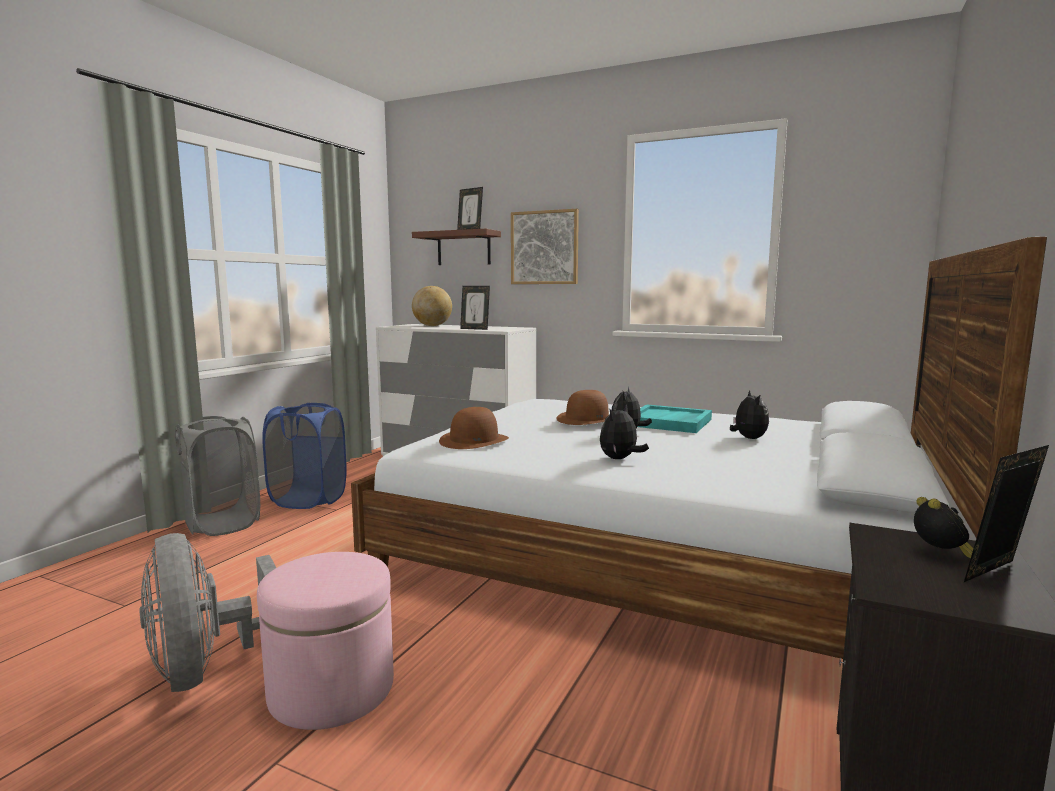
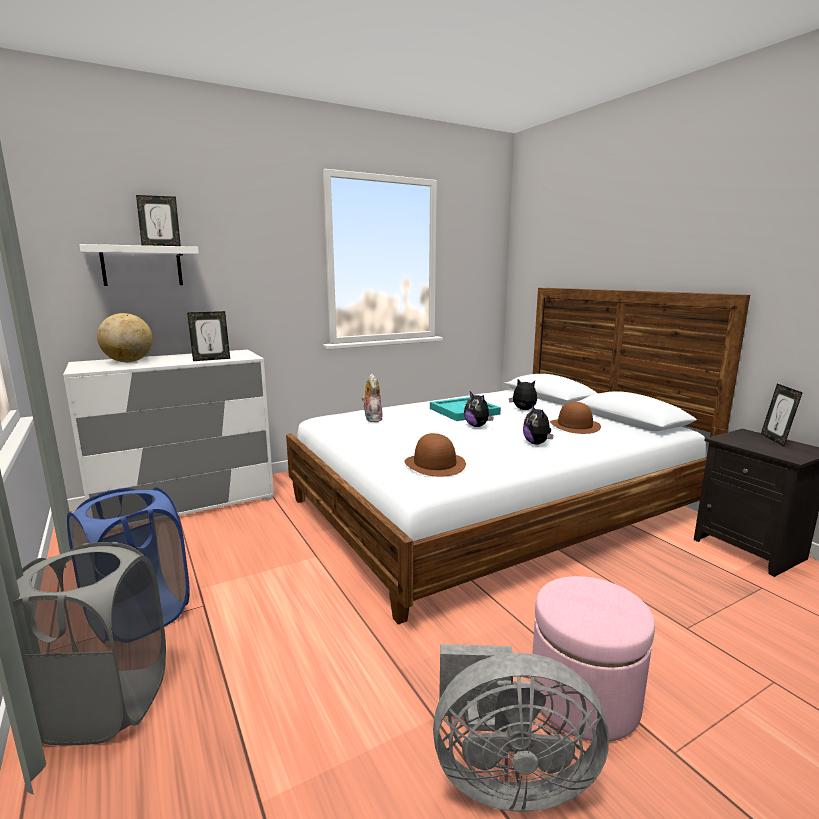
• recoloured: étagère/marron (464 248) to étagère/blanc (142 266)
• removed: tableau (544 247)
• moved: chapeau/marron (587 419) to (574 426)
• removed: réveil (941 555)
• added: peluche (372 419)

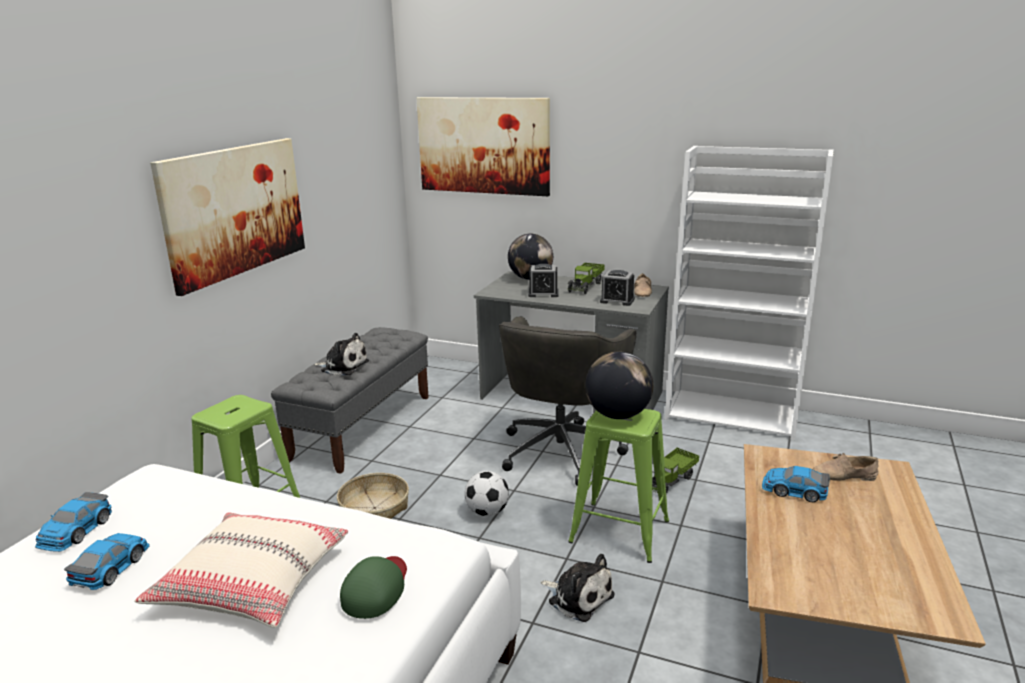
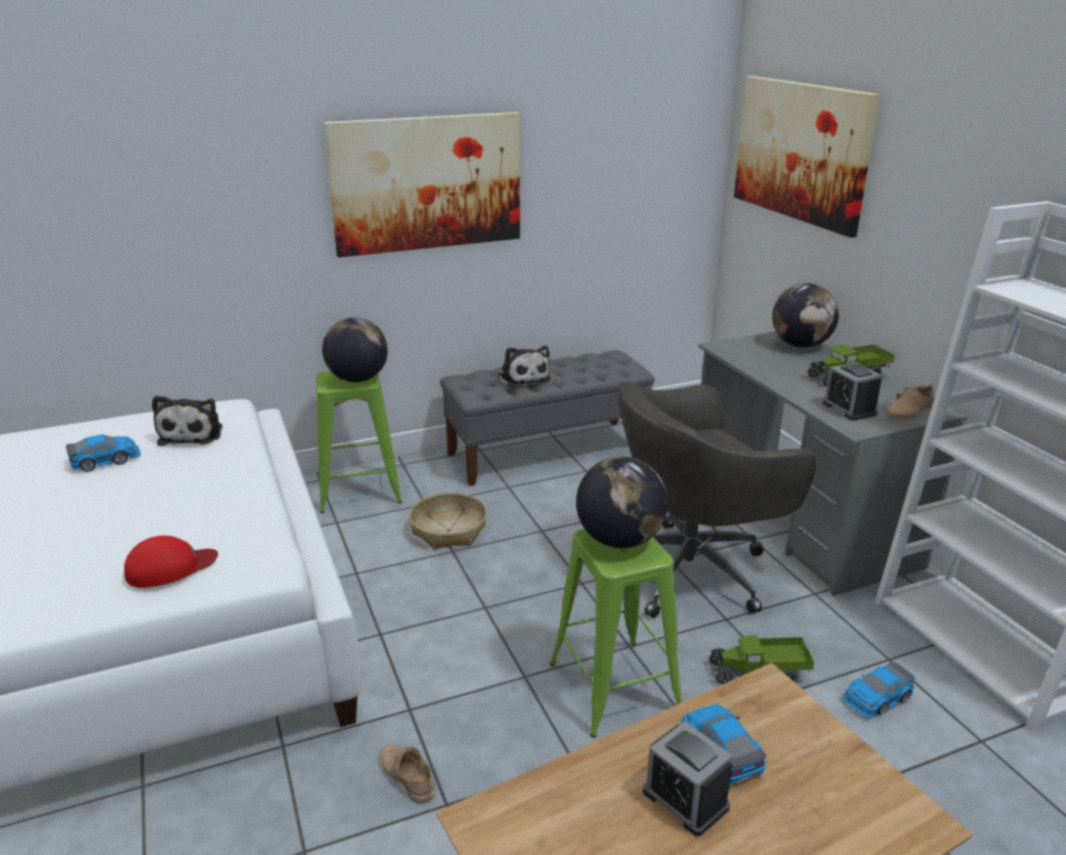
• moved: petite voiture (76 531) to (877 698)
• removed: coussin/beige (251 583)
• recoloured: casquette/vert (376 588) to casquette/rouge (170 567)
• removed: ballon de foot (487 512)
• moved: réveil (543 293) to (685 799)
• moved: peluche (578 597) to (193 434)
• moved: chaussure/beige (844 476) to (406 777)
• added: globe (358 379)

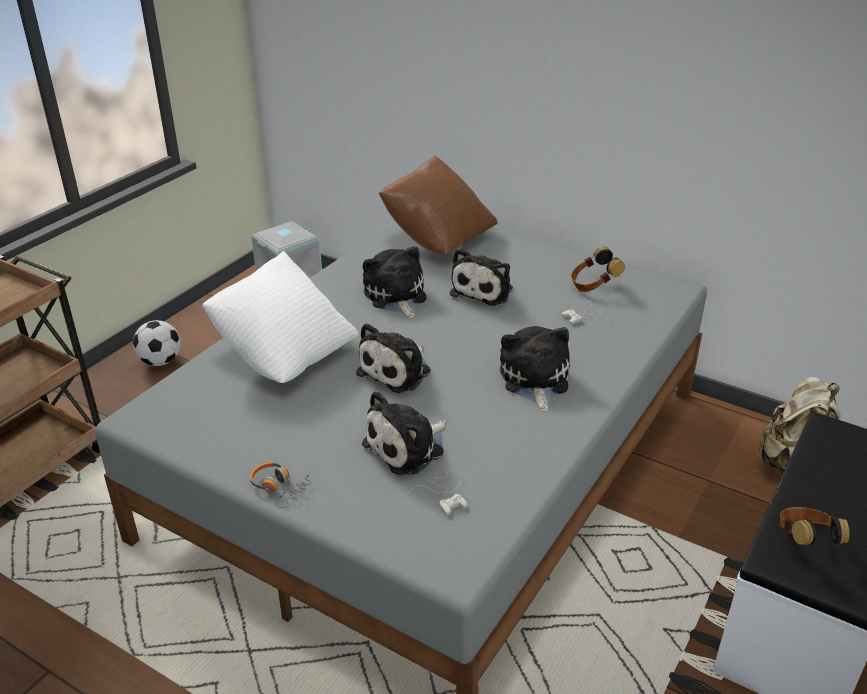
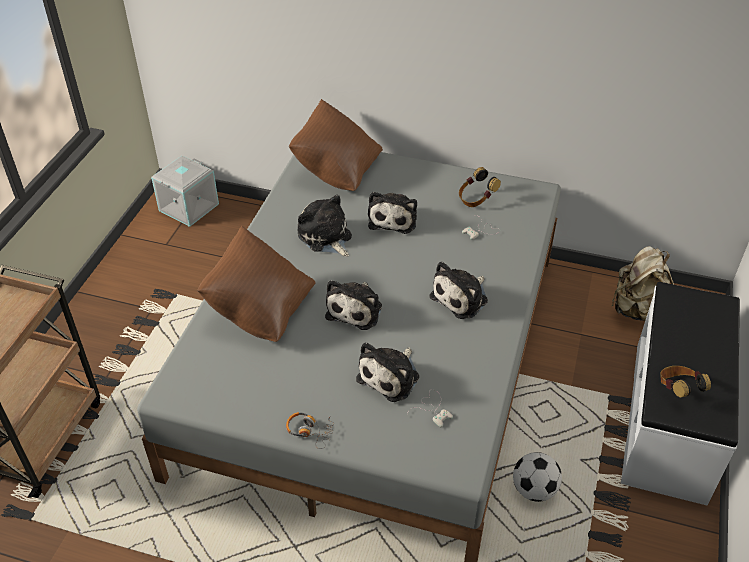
• moved: ballon de foot (160 361) to (534 489)
• recoloured: coussin/blanc (284 354) to coussin/marron (260 310)
• turned: peluche (534 380) = (461 298) 120 degrees counterclockwise

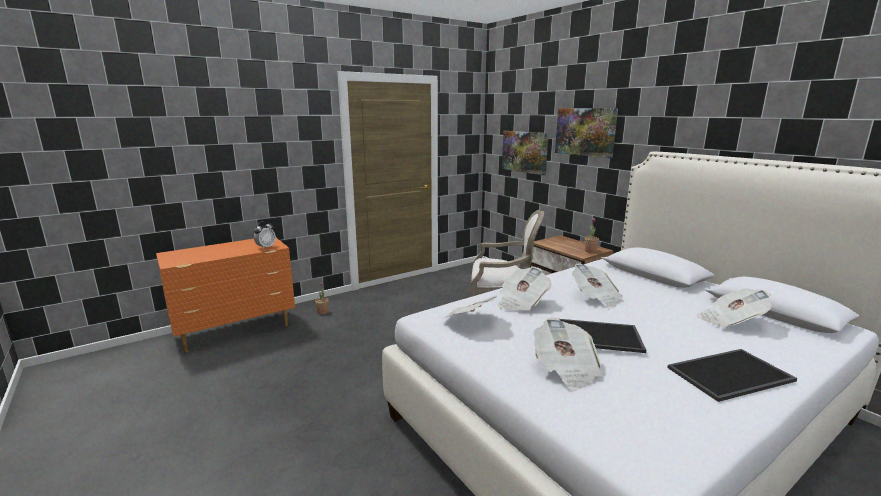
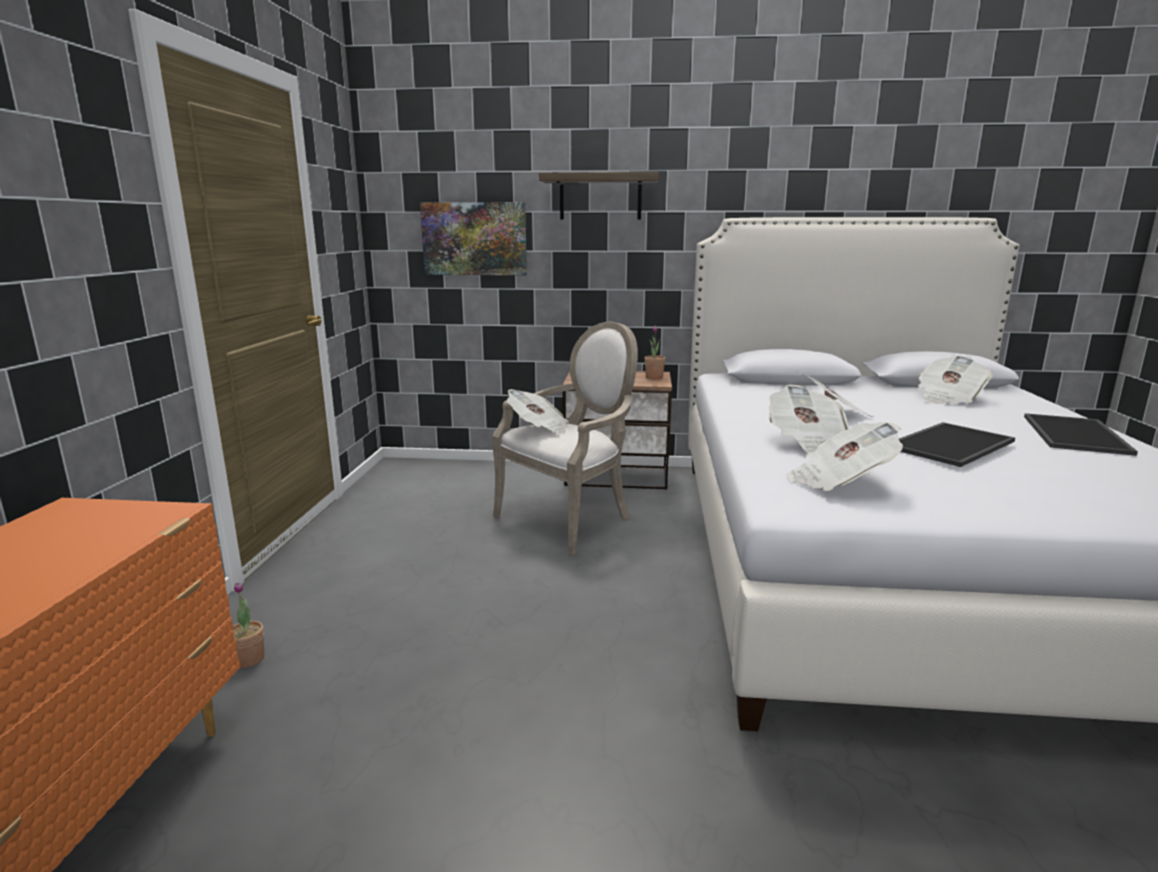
• removed: réveil (266 247)
• moved: journal (565 369) to (539 428)
• replaced: tableau (585 132) to étagère (600 197)

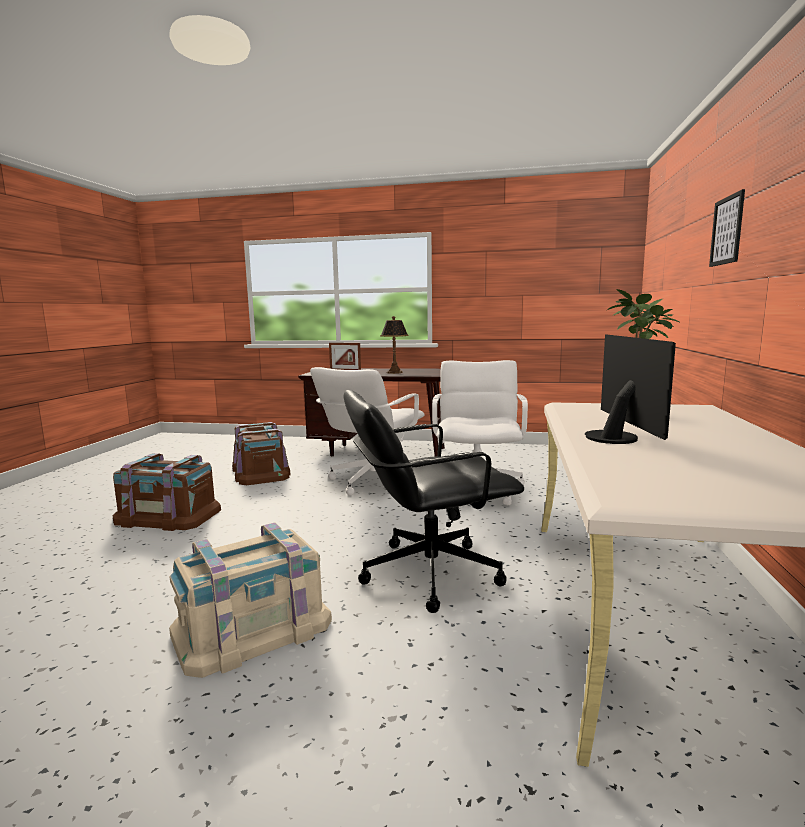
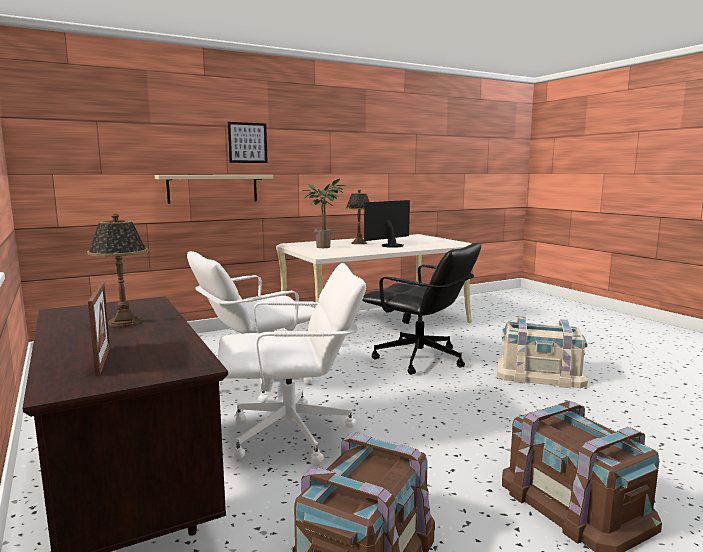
• added: étagère/beige (213 188)
• added: lampe de table (358 243)

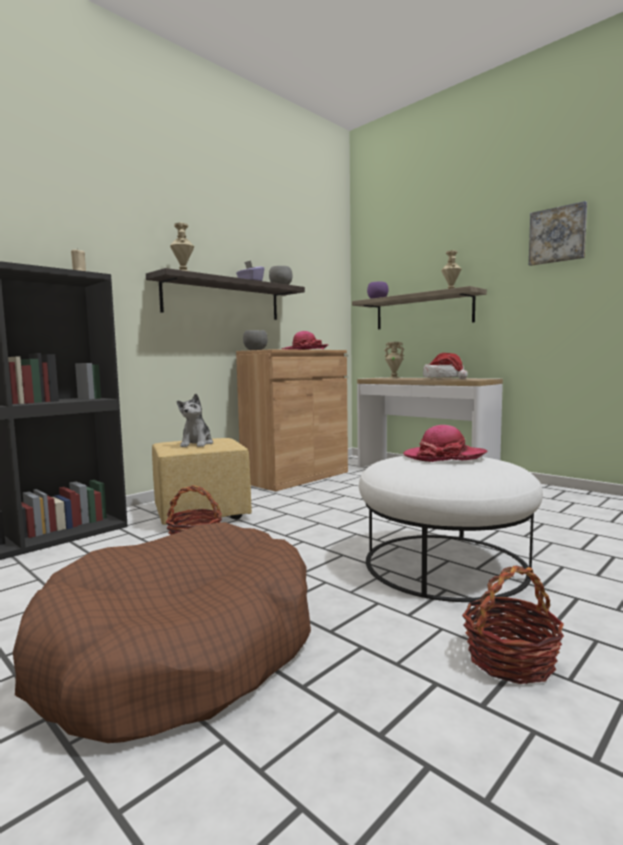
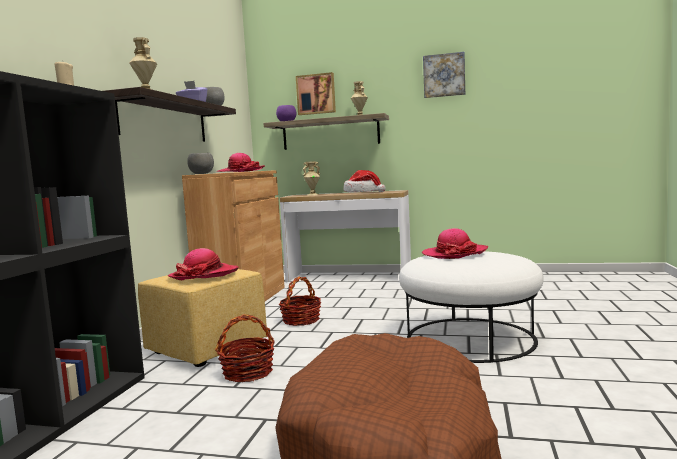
• replaced: peluche (197 444) to chapeau (204 275)
• moved: panier (510 660) to (301 320)
• added: tableau (316 94)

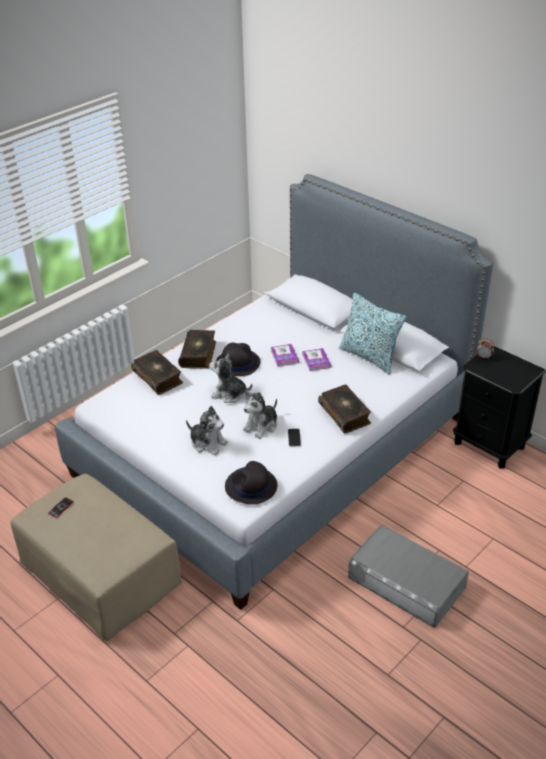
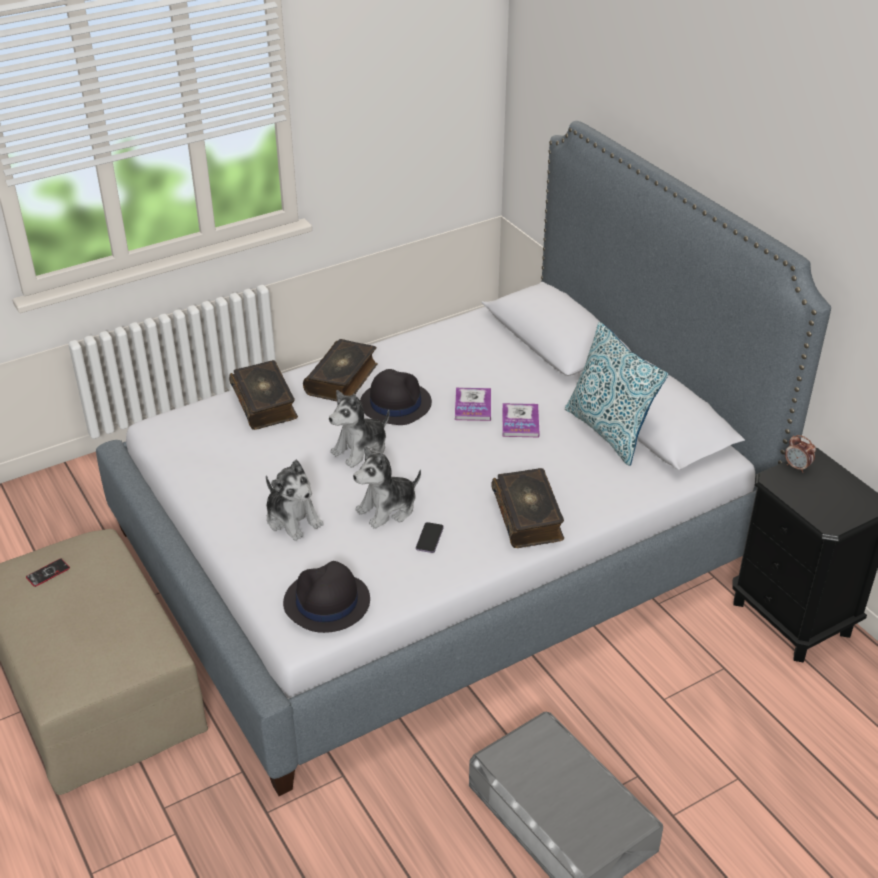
• turned: peluche (229 394) = (361 449) 75 degrees counterclockwise

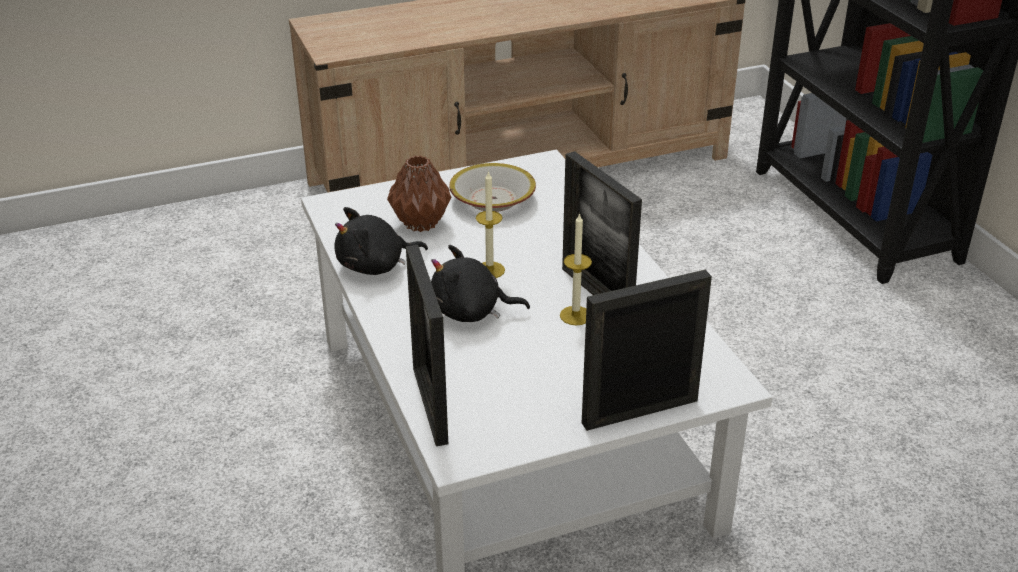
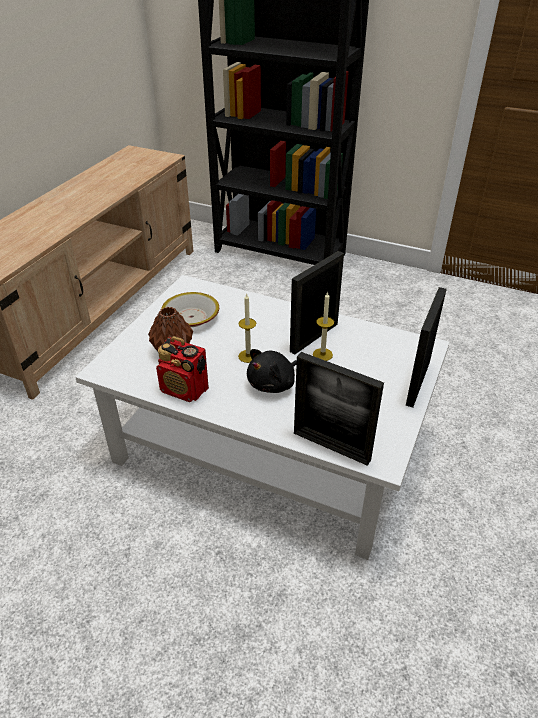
• replaced: peluche/noir (375 266) to radio (185 390)
• turned: cadre photo (596 293) = (314 337) 120 degrees clockwise

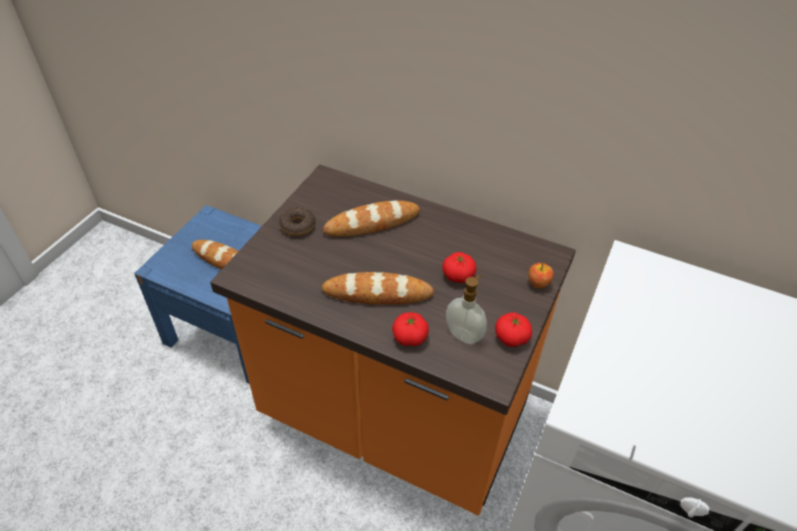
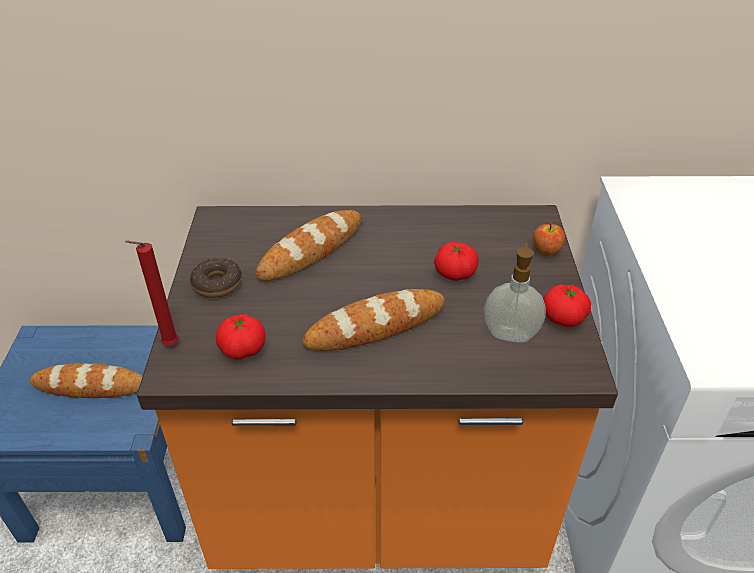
• moved: tomate (410 337) to (243 349)
• added: bougie/rouge (168 345)

